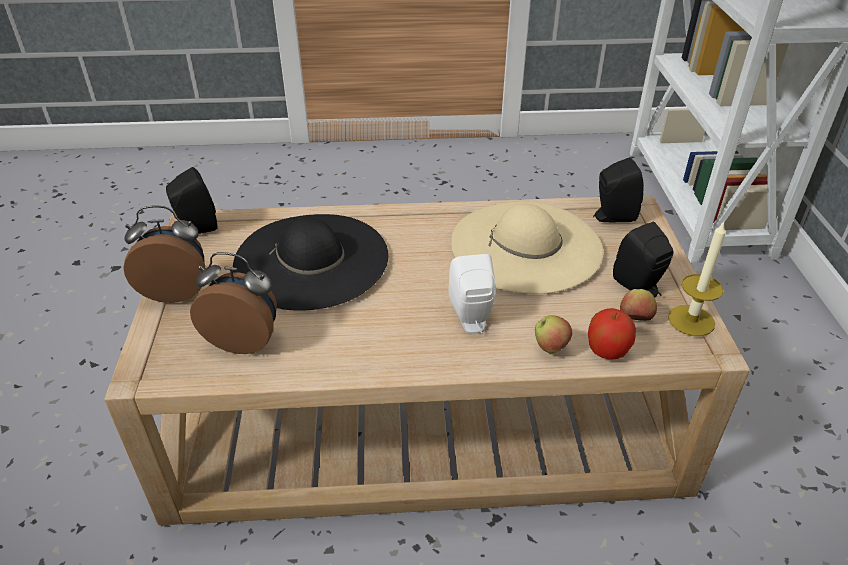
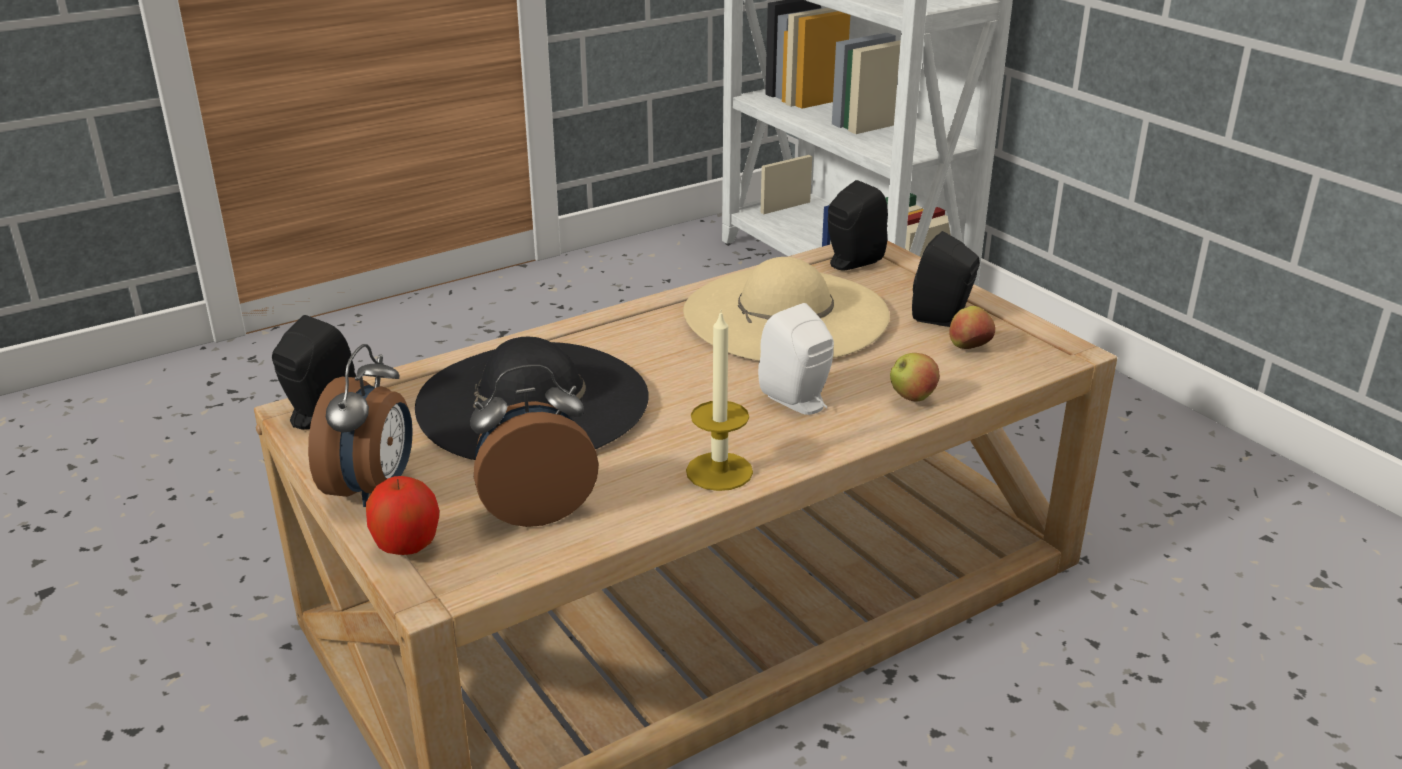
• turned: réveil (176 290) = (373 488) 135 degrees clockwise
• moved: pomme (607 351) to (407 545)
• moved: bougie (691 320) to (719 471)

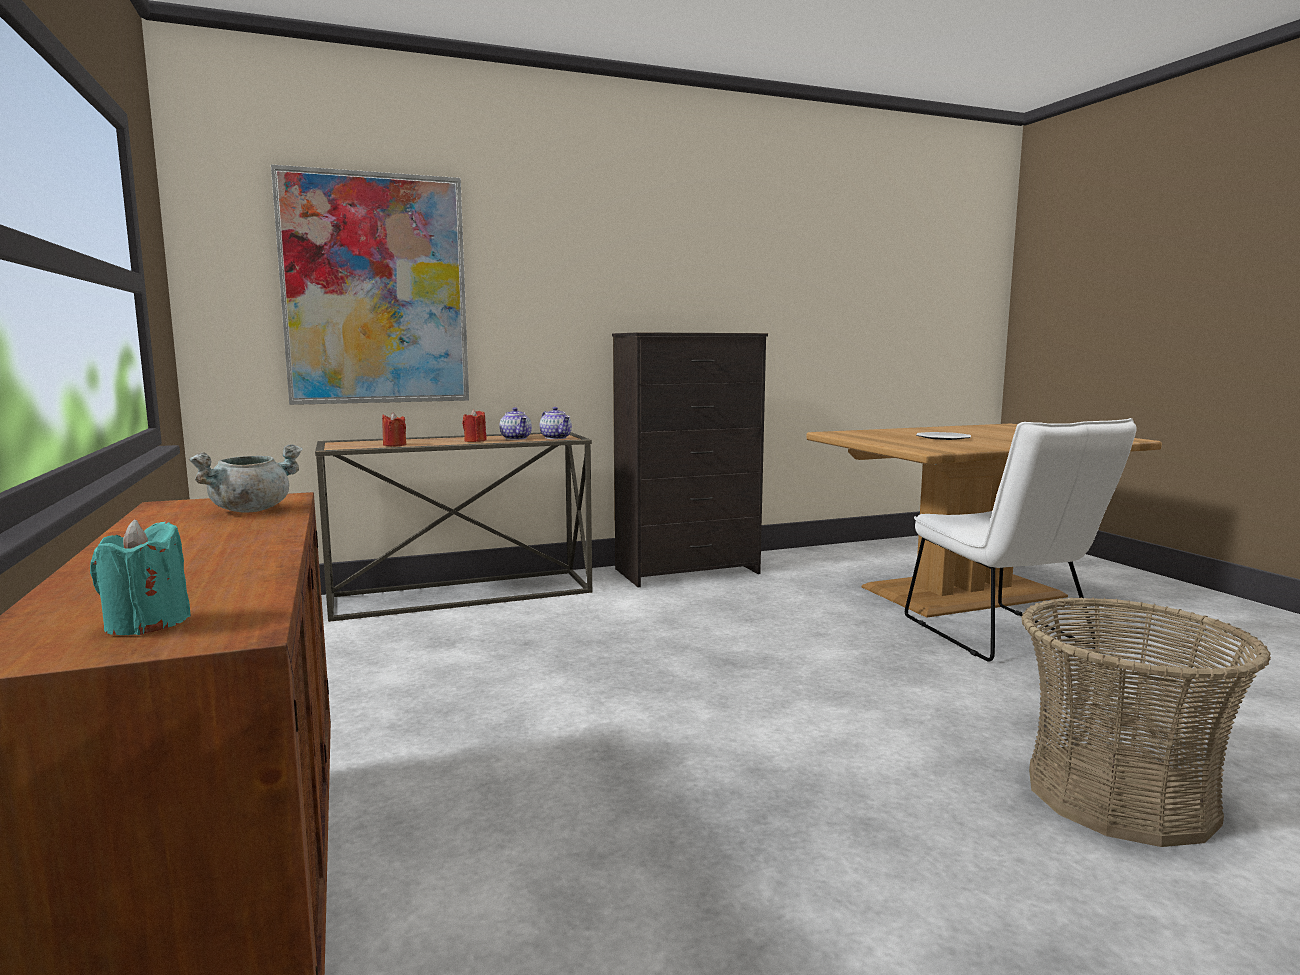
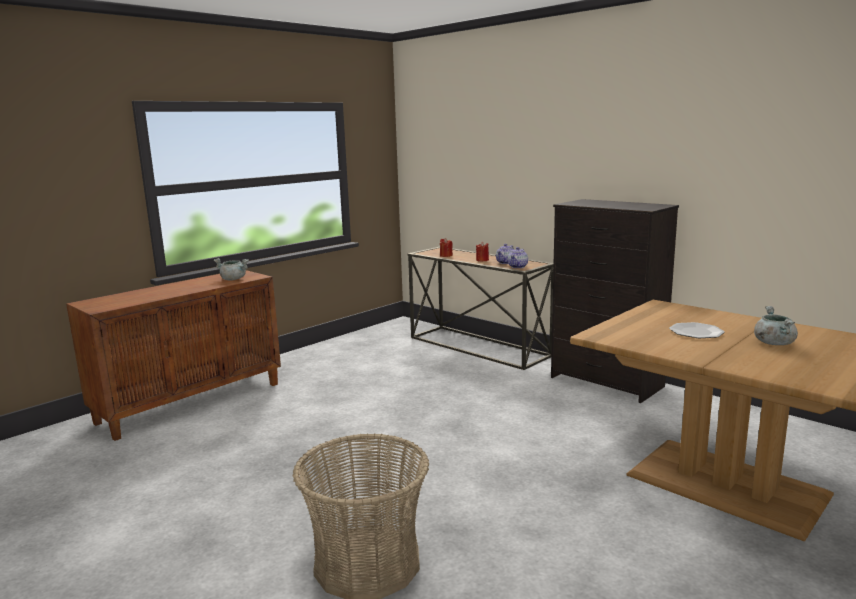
• removed: bougie/turquoise (147 624)
• removed: tableau (375 290)
• removed: chaise/blanc (1003 637)
• added: marmite/gris (773 343)

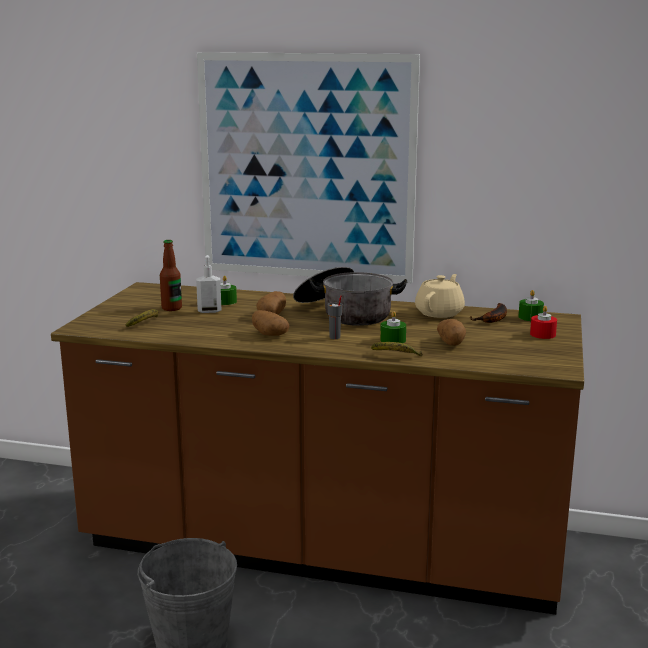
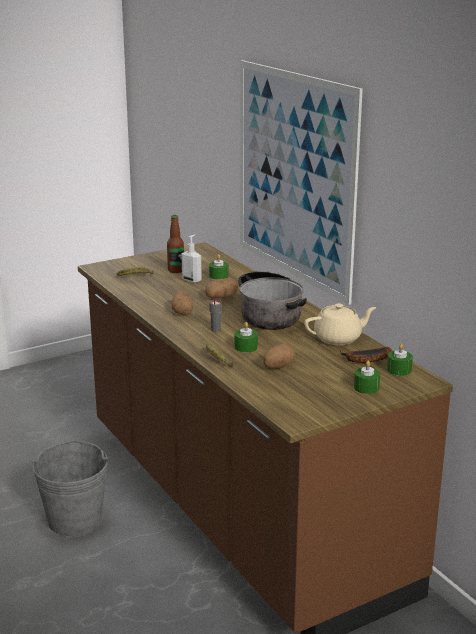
• recoloured: bougie/rouge (542 334) to bougie/vert (366 388)

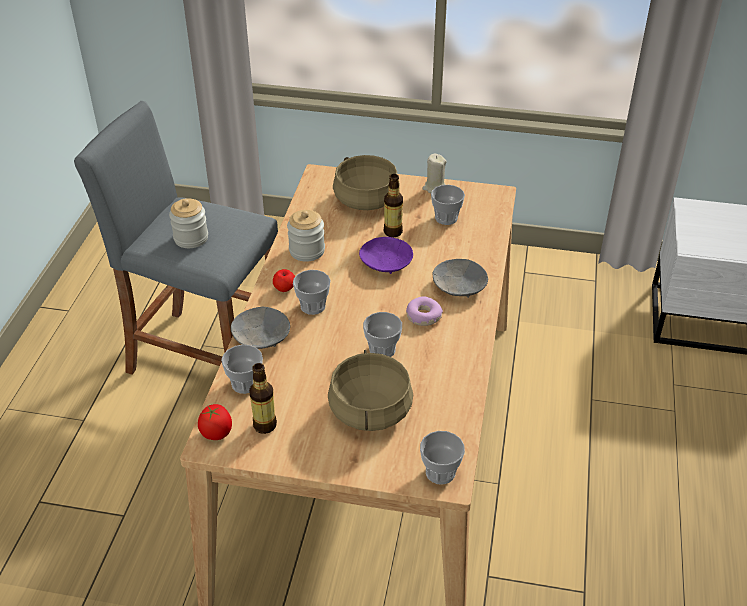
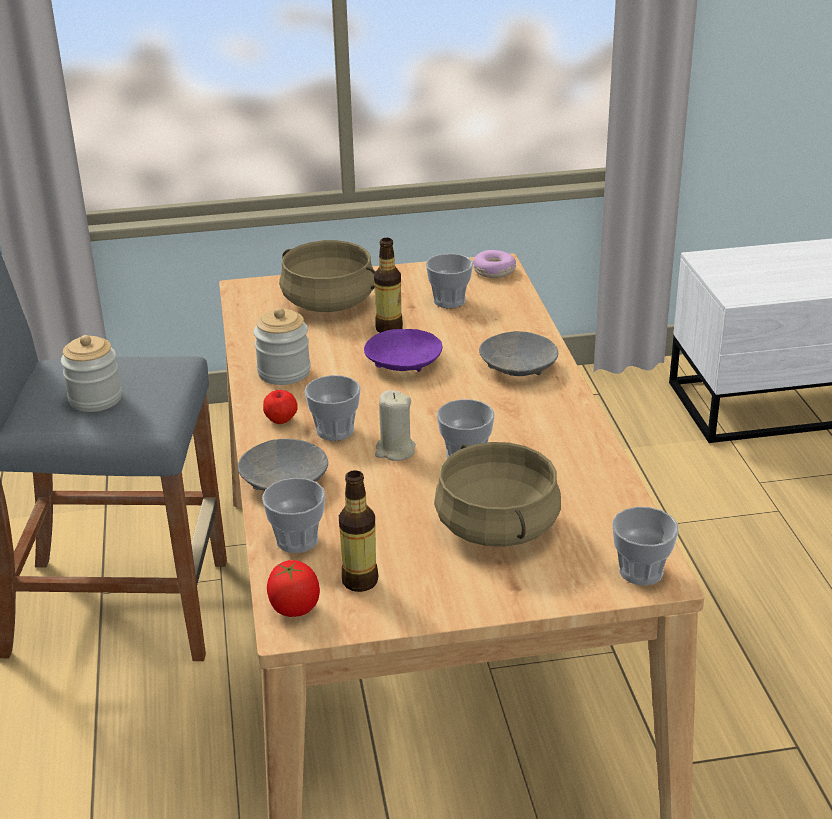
• moved: beignet (423 316) to (494 271)
• moved: bougie/beige (434 188) to (395 451)

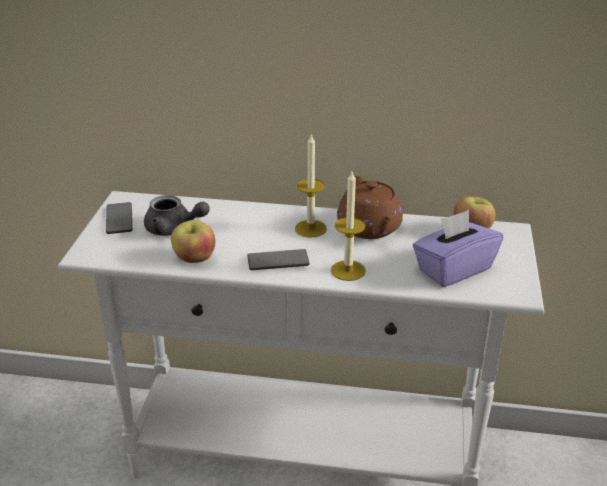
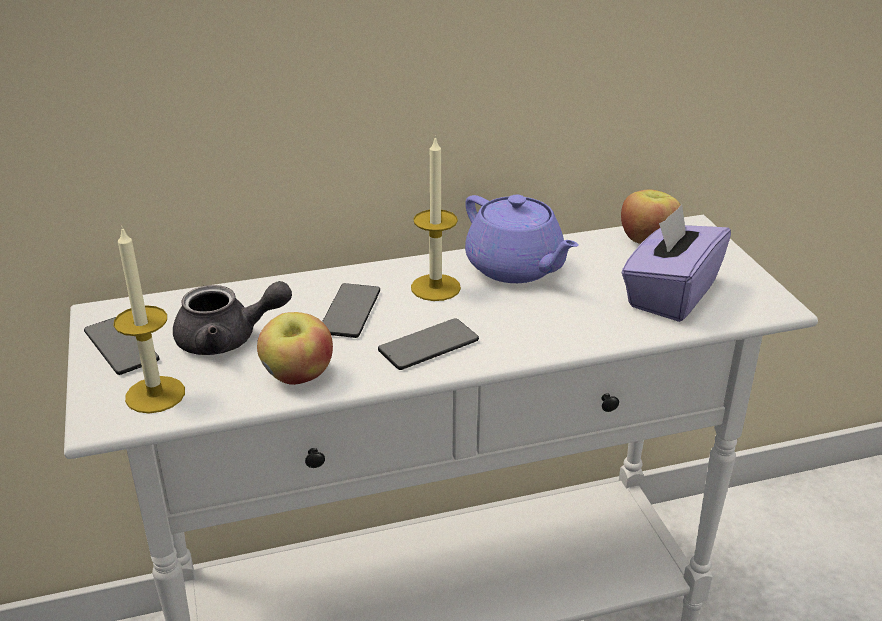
• moved: bougie (348 270) to (155 394)
• recoloured: théière/marron (369 228) to théière/violet (516 268)
• added: téléphone (350 312)

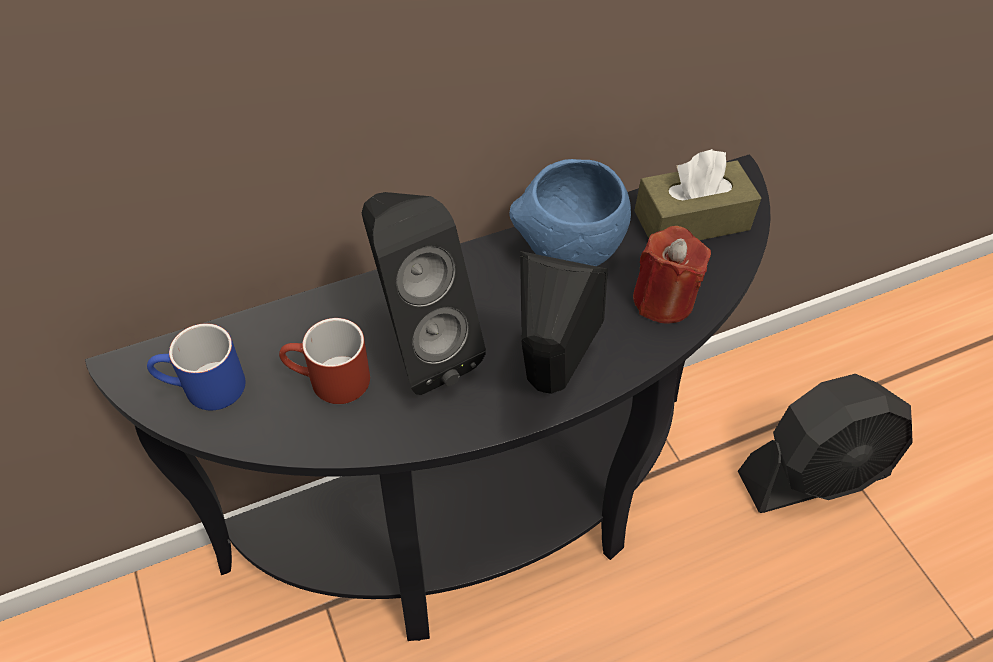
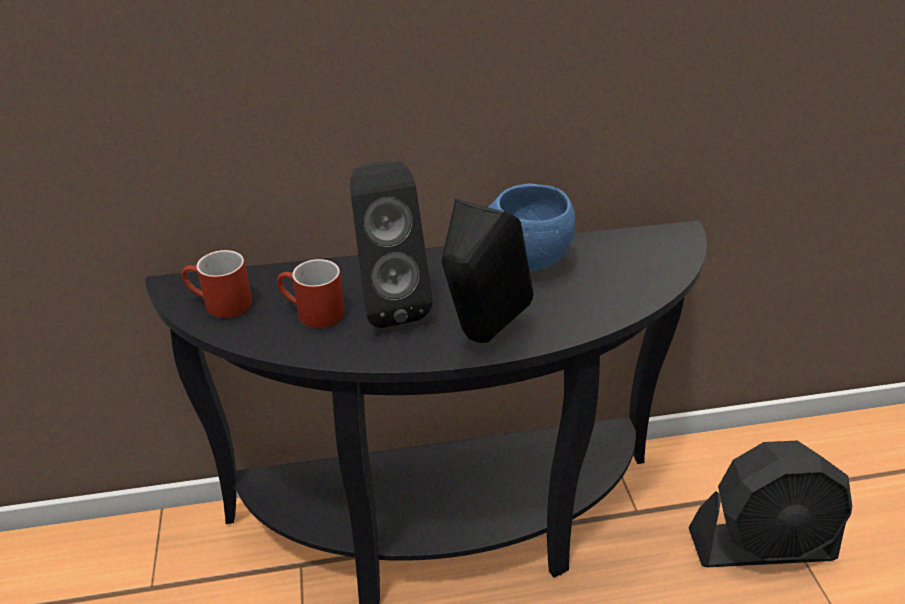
• recoloured: mug/bleu (203 389) to mug/rouge (219 304)
• removed: bougie/rouge (663 300)
• removed: boîte à mouchoirs/marron (691 220)

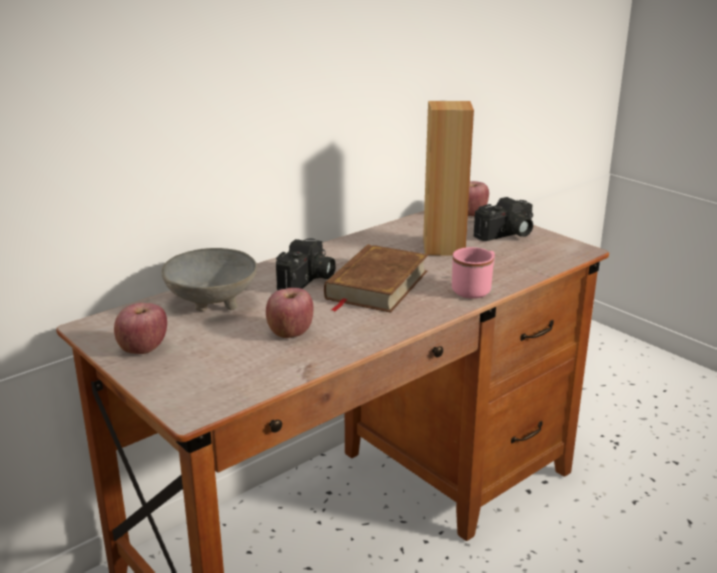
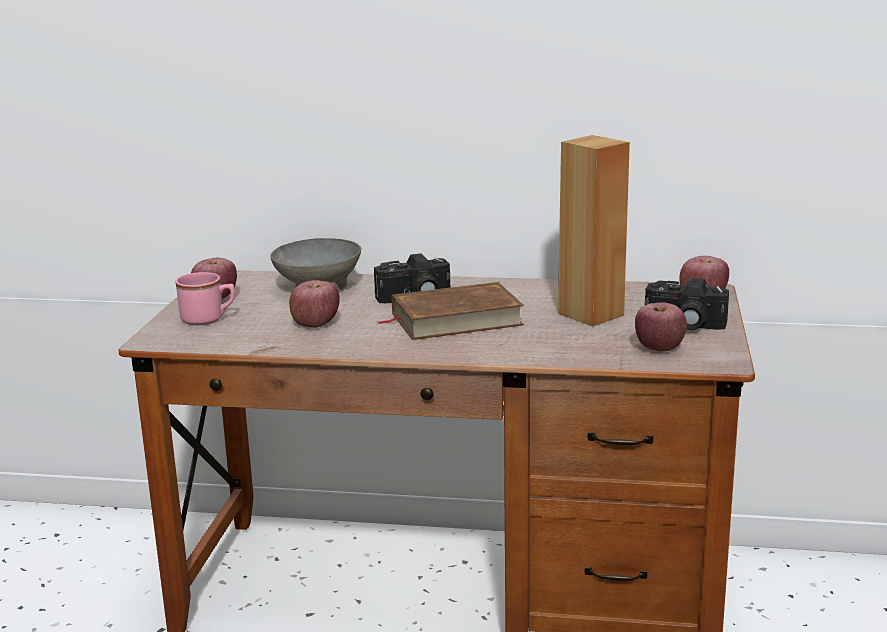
• moved: mug/rose (475 289) to (208 319)
• added: pomme (659 348)

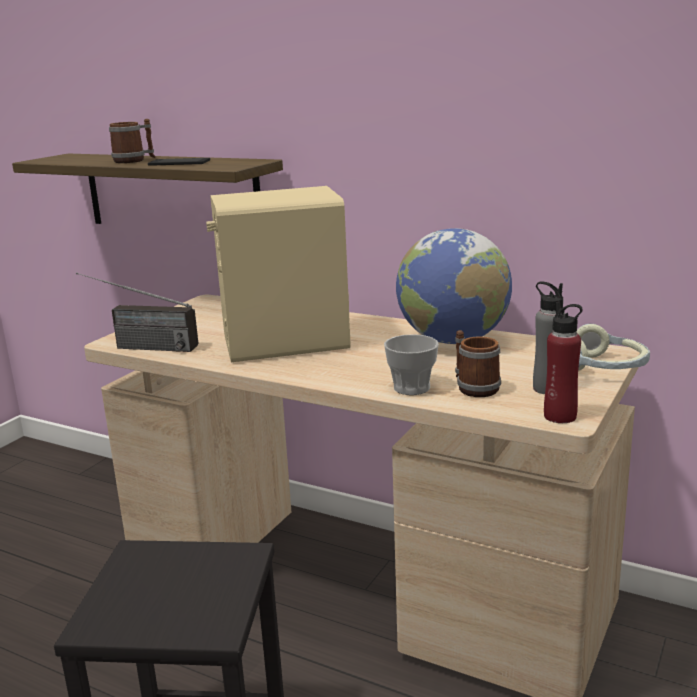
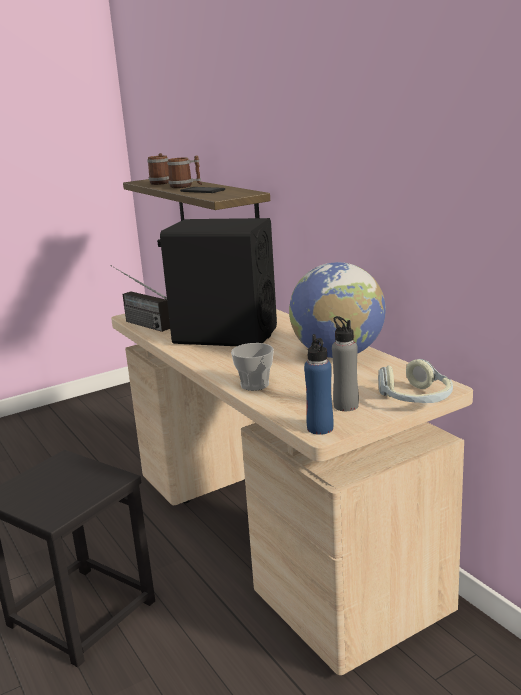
• recoloured: enceinte/beige (284 343) to enceinte/noir (225 335)
• moved: mug (473 387) to (161 182)
• recoloured: bouteille/rouge (560 416) to bouteille/bleu (320 428)

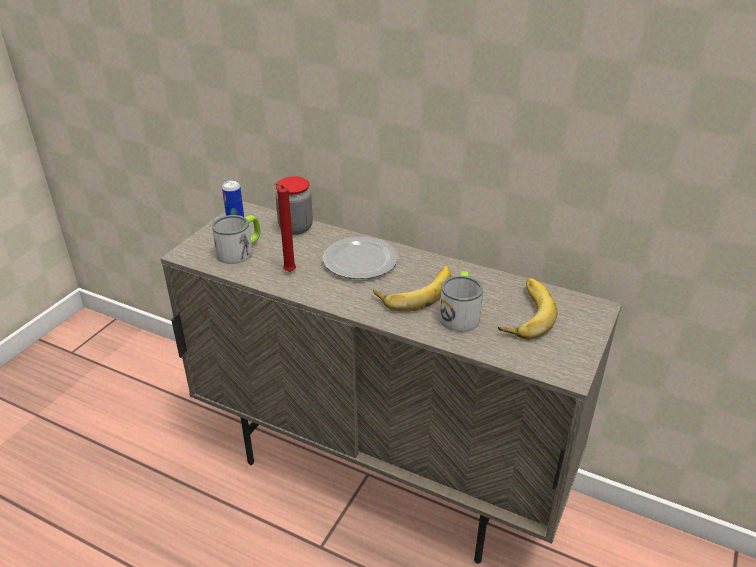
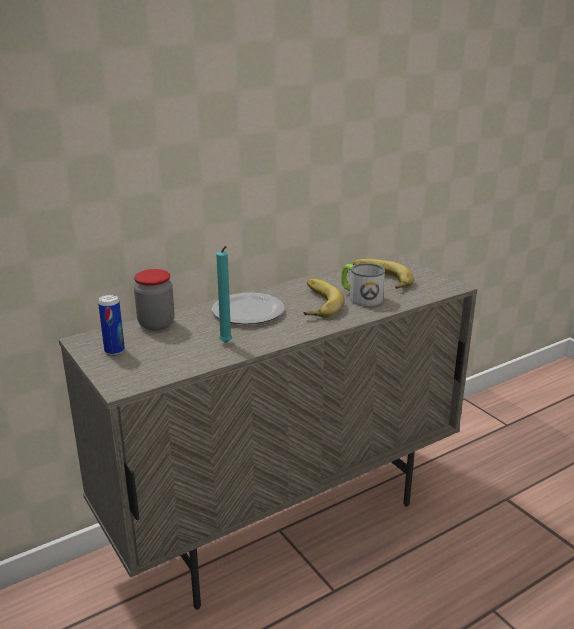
• removed: mug (240 251)
• recoloured: bougie/rouge (288 272) to bougie/turquoise (226 344)

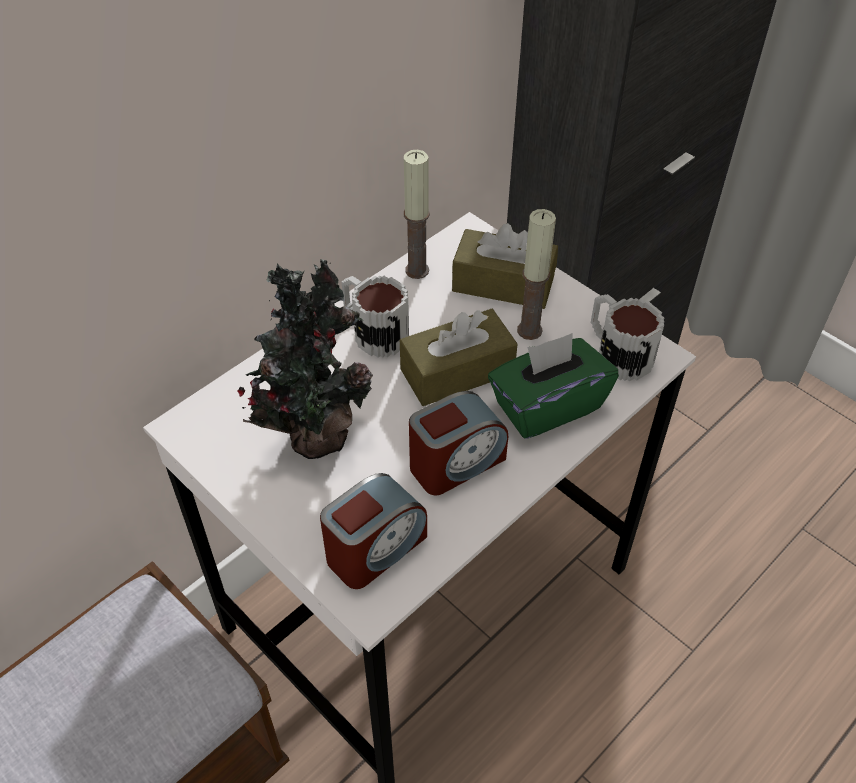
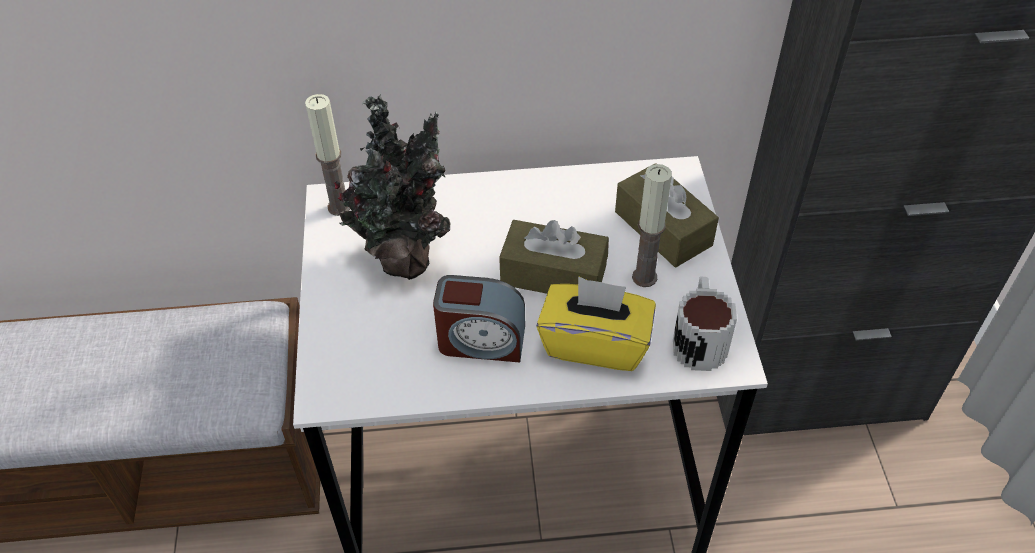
• removed: réveil (375 549)
• removed: mug (373 331)
• moved: bougie (417 270) to (339 207)
• recoloured: boîte à mouchoirs/vert (547 406) to boîte à mouchoirs/jaune (595 343)

